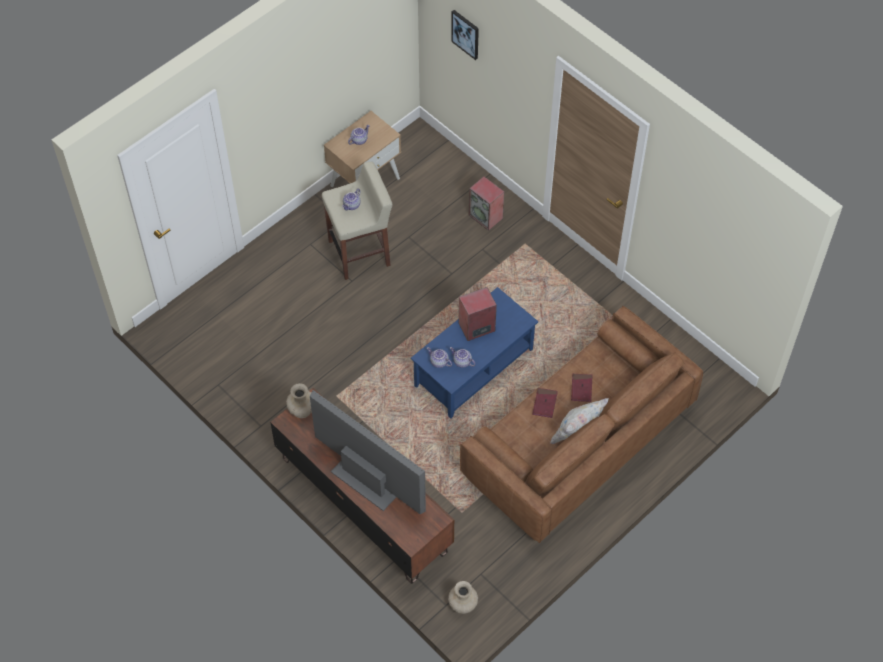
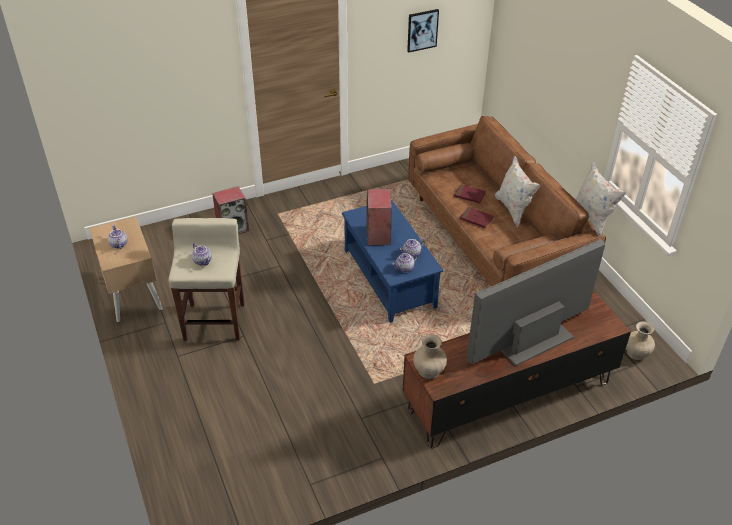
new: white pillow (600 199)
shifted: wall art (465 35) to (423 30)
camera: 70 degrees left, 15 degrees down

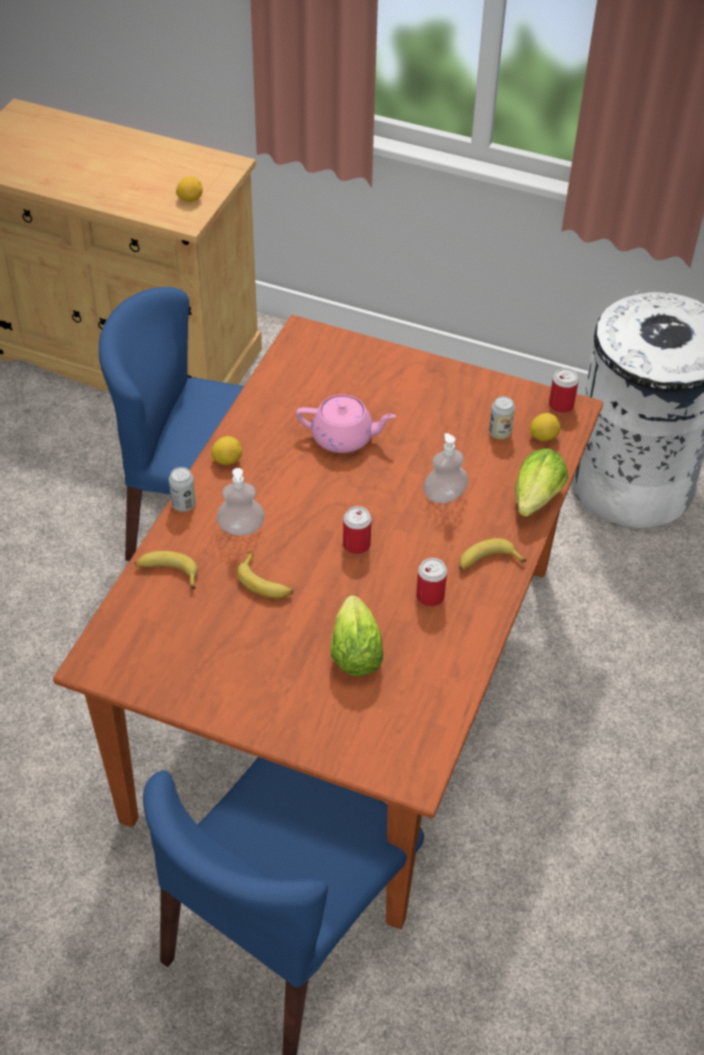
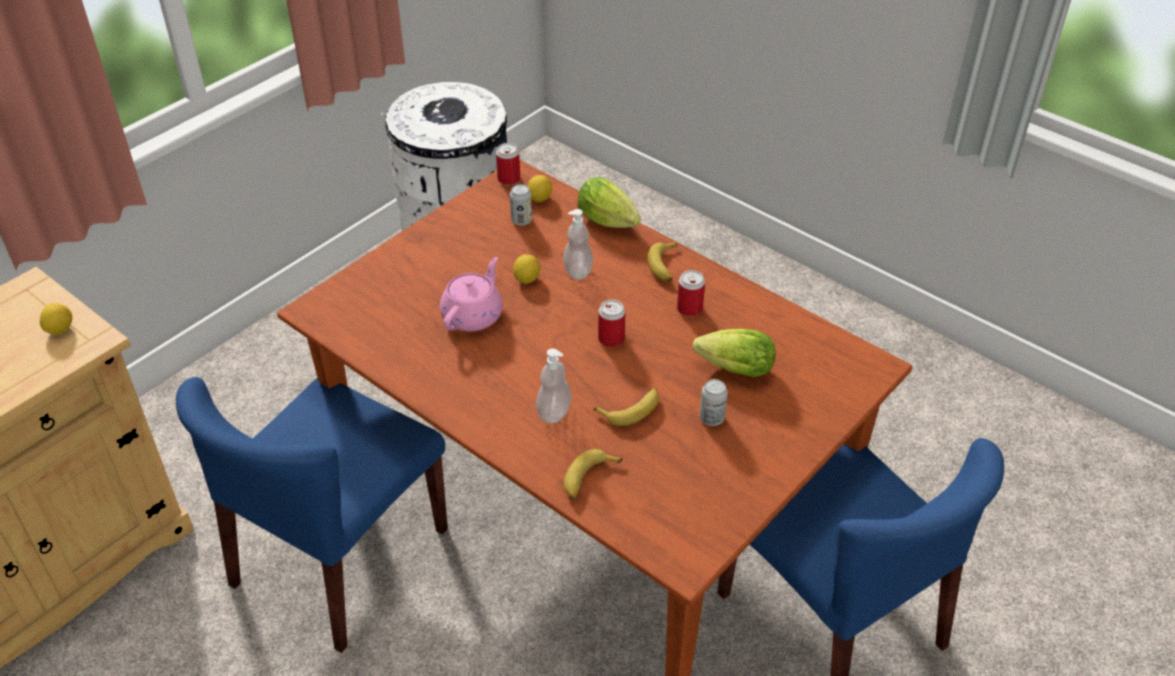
shifted: lemon (226 450) to (526 269); sealed can (182 489) to (714 402)
camera: 70 degrees left, 5 degrees down

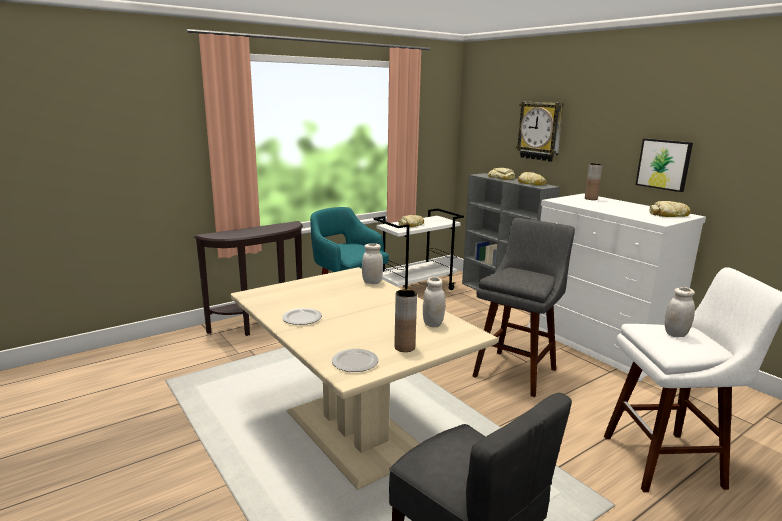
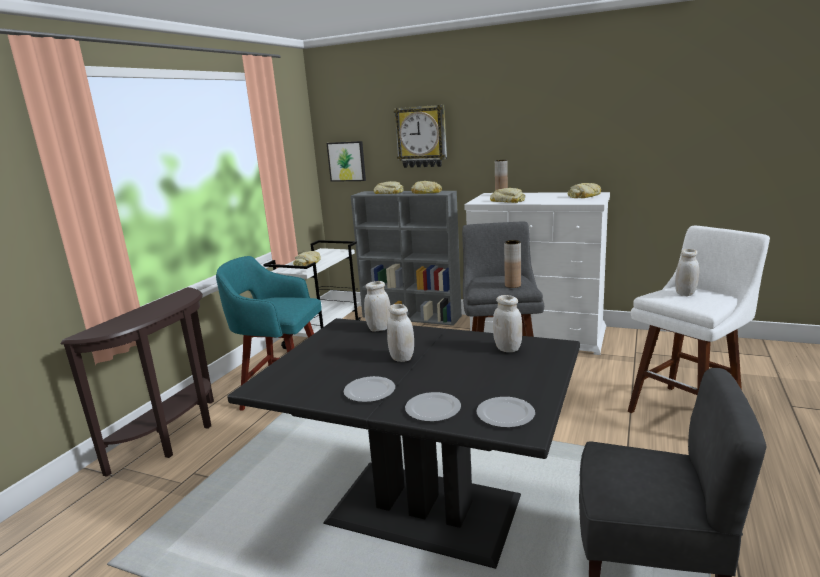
new: white storage jar (400 333); dinner plate (433 407); baked bread (507 195)
shifted: wall art (664 165) to (346 161); brown decorative vase (405 320) to (512 264)
repainted: beige-coloured kitchen table (364 378) to black kitchen table (403 443)
camera: 30 degrees left, 0 degrees up

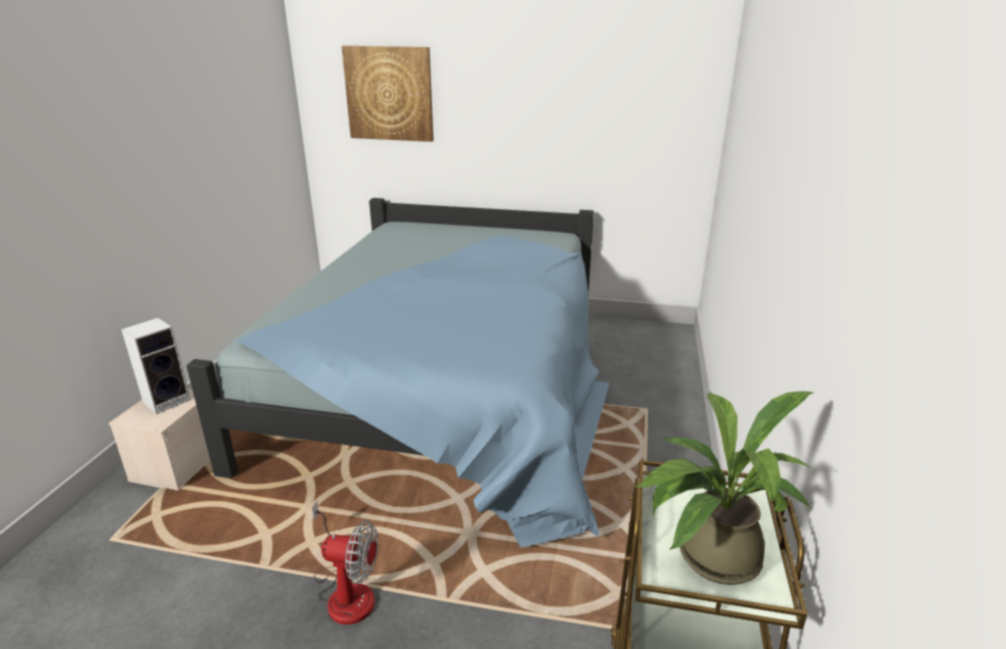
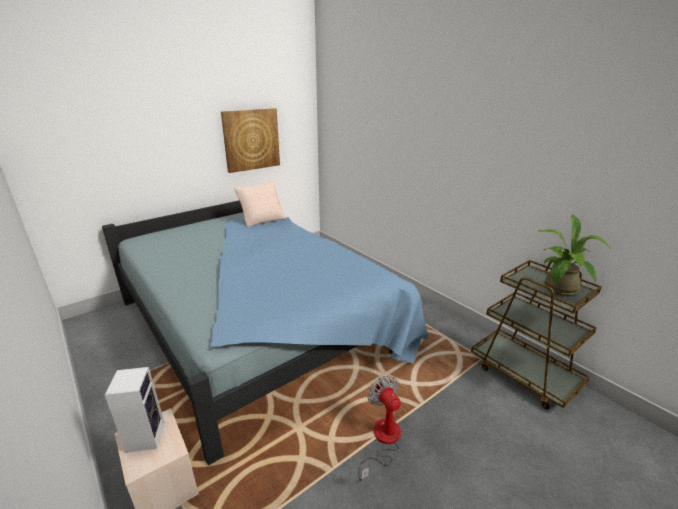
new: beige-coloured pillow (260 204)
shifted: wall art (388 94) to (250 140)
rotated: electric fan (345 563) = (380 428) 75 degrees counterclockwise
camera: 50 degrees left, 0 degrees up

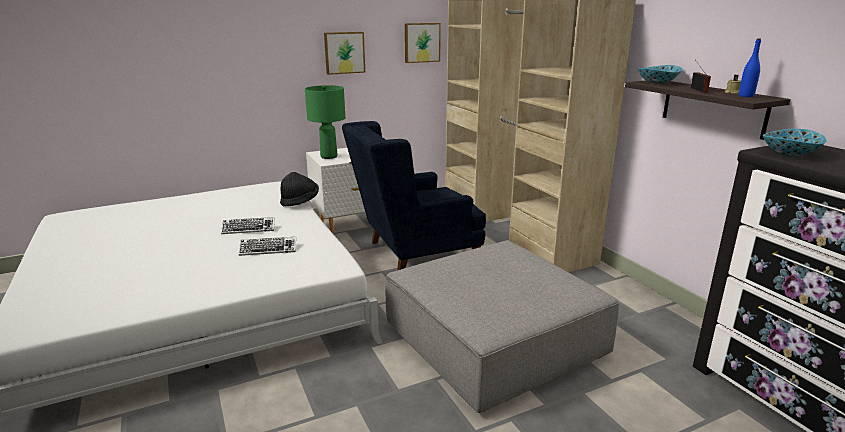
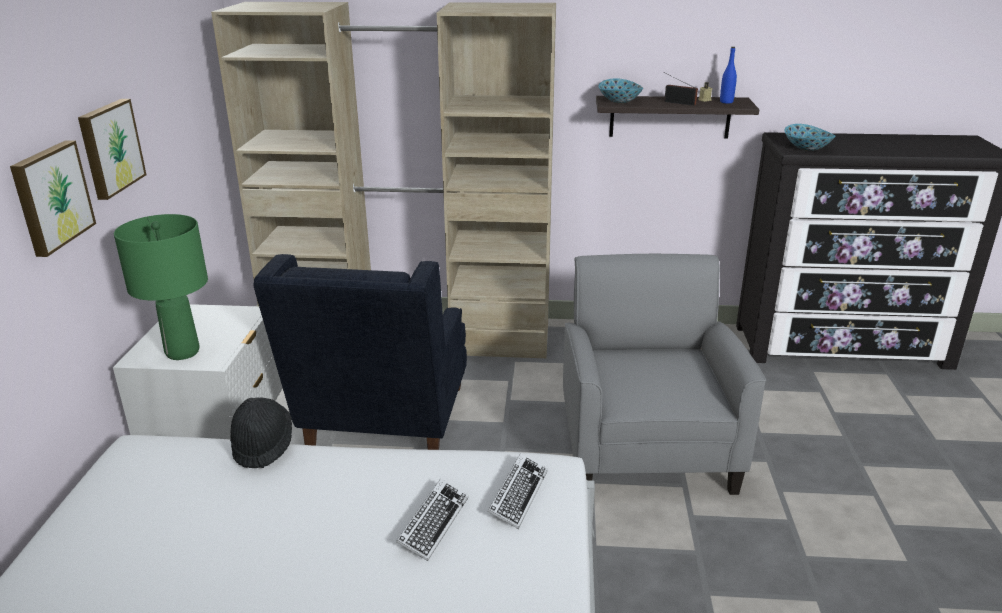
shifted: wall art (423 43) to (53 198); keyboard (248 225) to (518 491)
swapped: grey footrest (502 326) to grey armchair (664 374)
camera: 60 degrees left, 5 degrees up

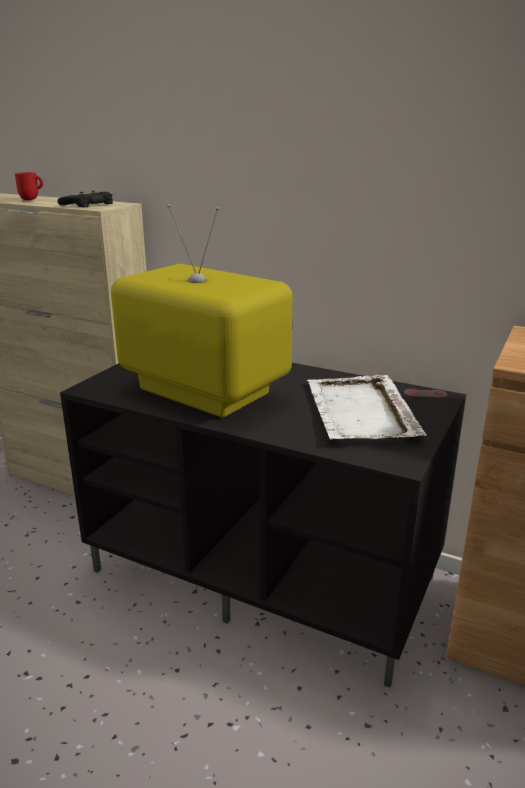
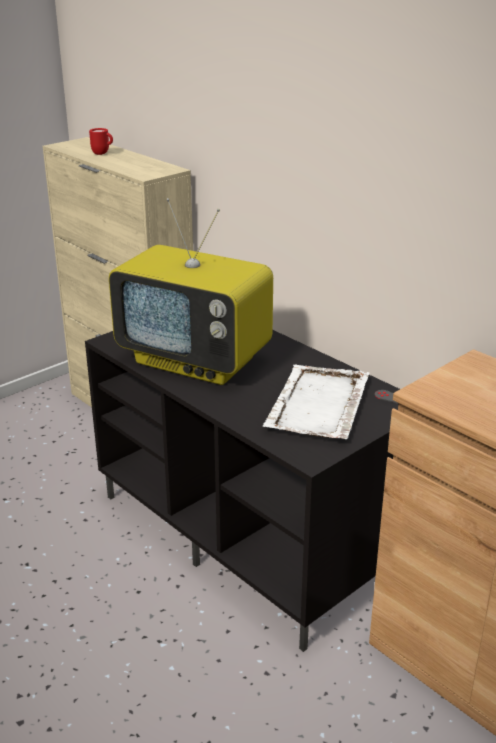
gone: black gamepad (85 199)
rotated: TV set (202 311) = (191 291) 150 degrees clockwise
camera: 20 degrees right, 5 degrees up

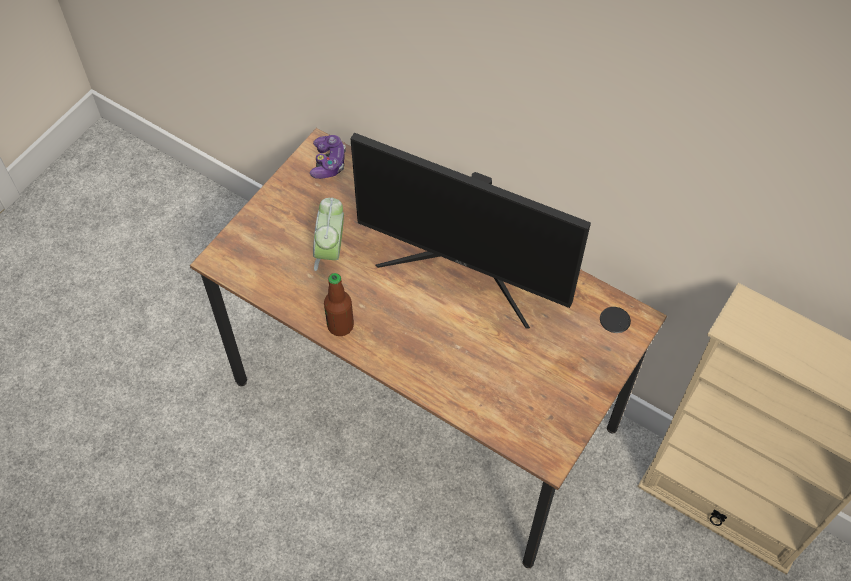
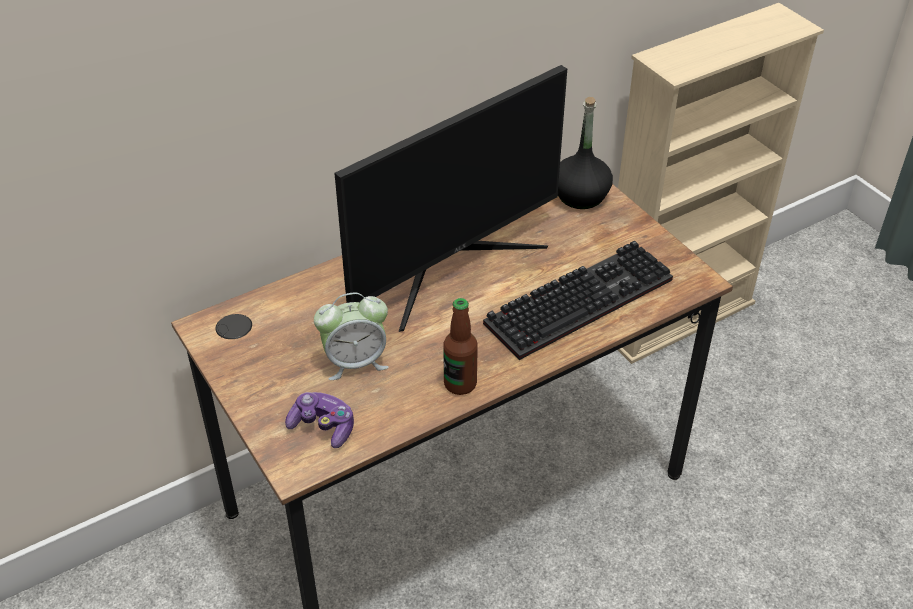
new: keyboard (578 300); black beverage bottle (585 153)
shifted: gamepad (328 157) to (319 420)
rotated: bedside clock (328 234) = (351 336) 45 degrees counterclockwise
camera: 65 degrees left, 15 degrees down

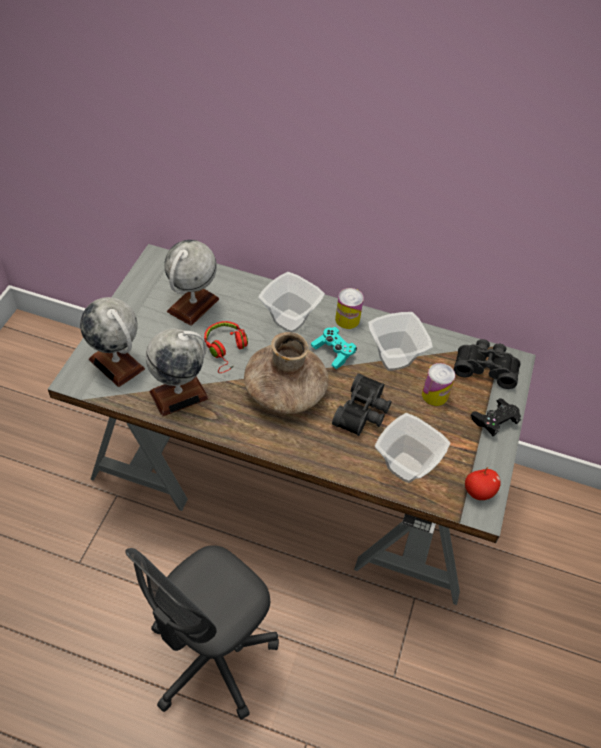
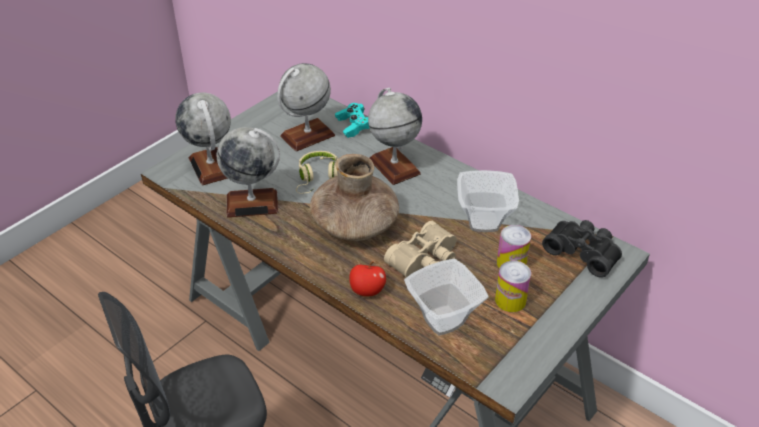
gone: black gamepad (496 417)
shifted: blue-green gamepad (334 348) to (352 120); apple (483 483) to (367 278); sealed can (349 308) to (513 286)
swapped: deep dish (291 302) to desk globe (395 136)
repainted: red headphones (226 347) to beige-coloured headphones (317 172); black field glasses (362 404) to beige-coloured field glasses (420 249)
camera: 25 degrees right, 10 degrees down

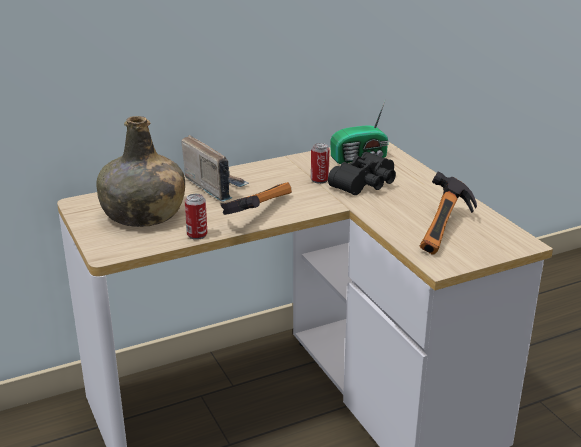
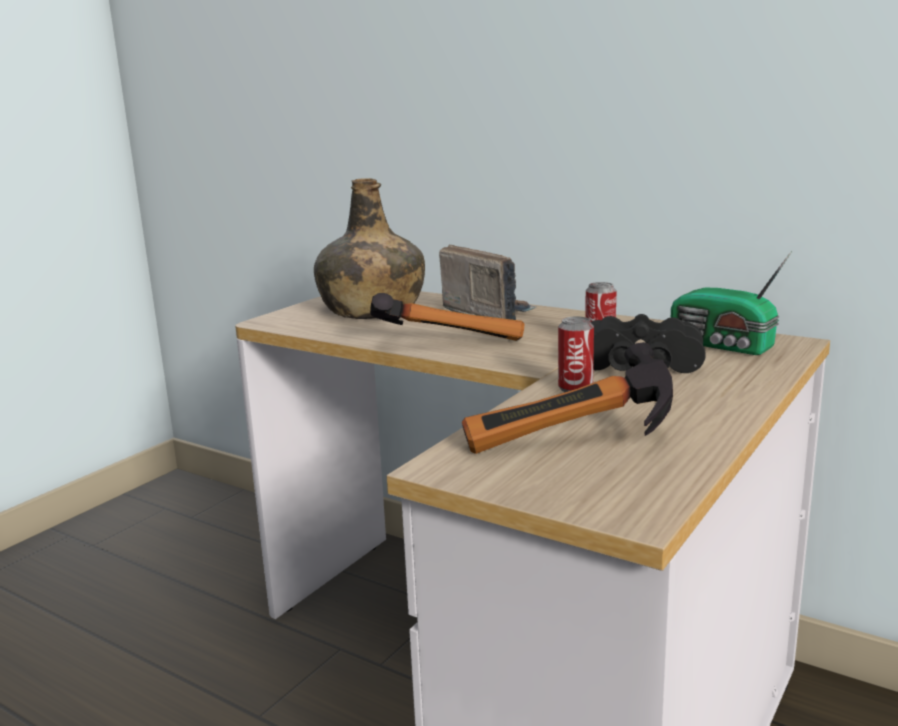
shifted: sealed can (196 217) to (576 354)
rotated: radio (215 168) = (488 282) 60 degrees counterclockwise
camera: 60 degrees right, 10 degrees down

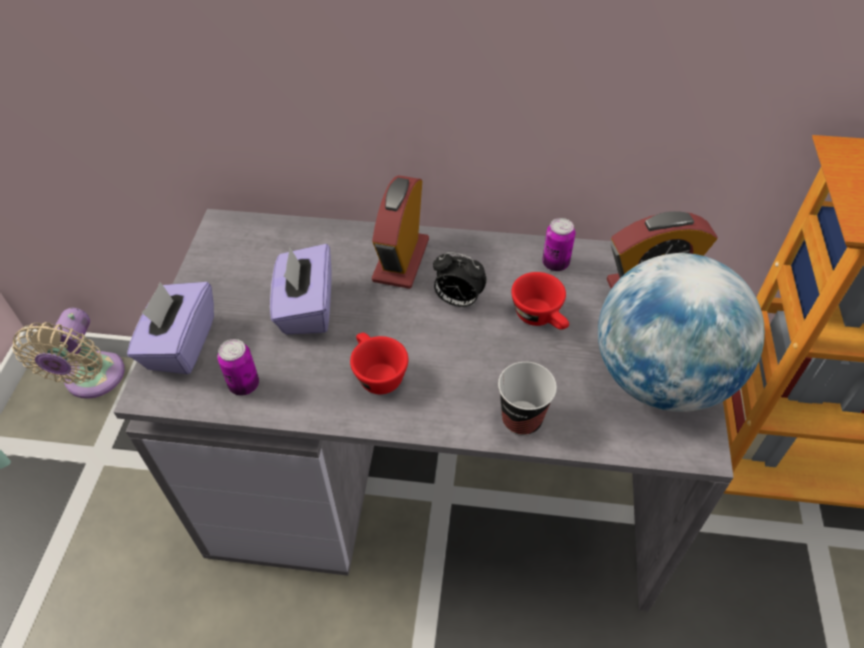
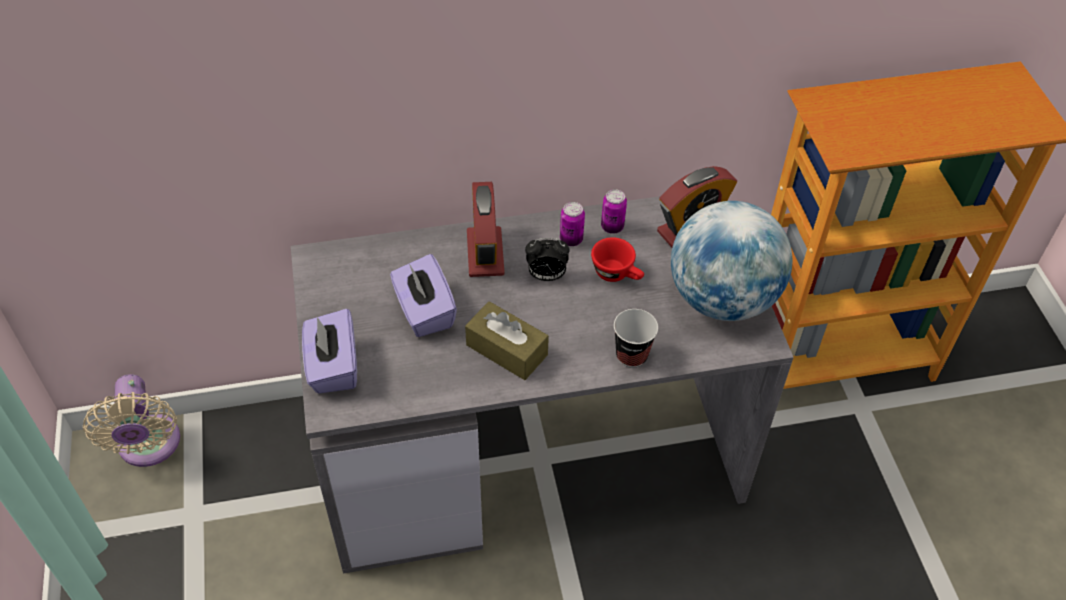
shifted: sealed can (238 367) to (572 224)
swapped: red drinking cup (379 363) to brown tissue box (507 340)
camera: 20 degrees left, 0 degrees up

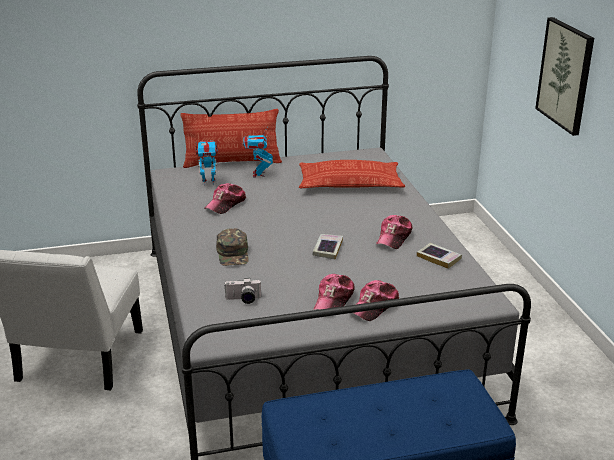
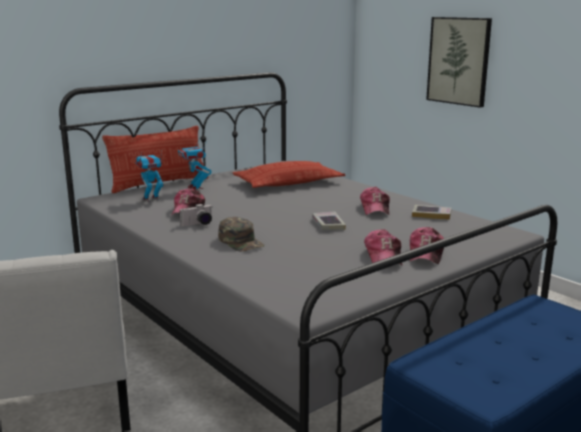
shifted: photo camera (243 291) to (195 215)
camera: 25 degrees left, 10 degrees down

